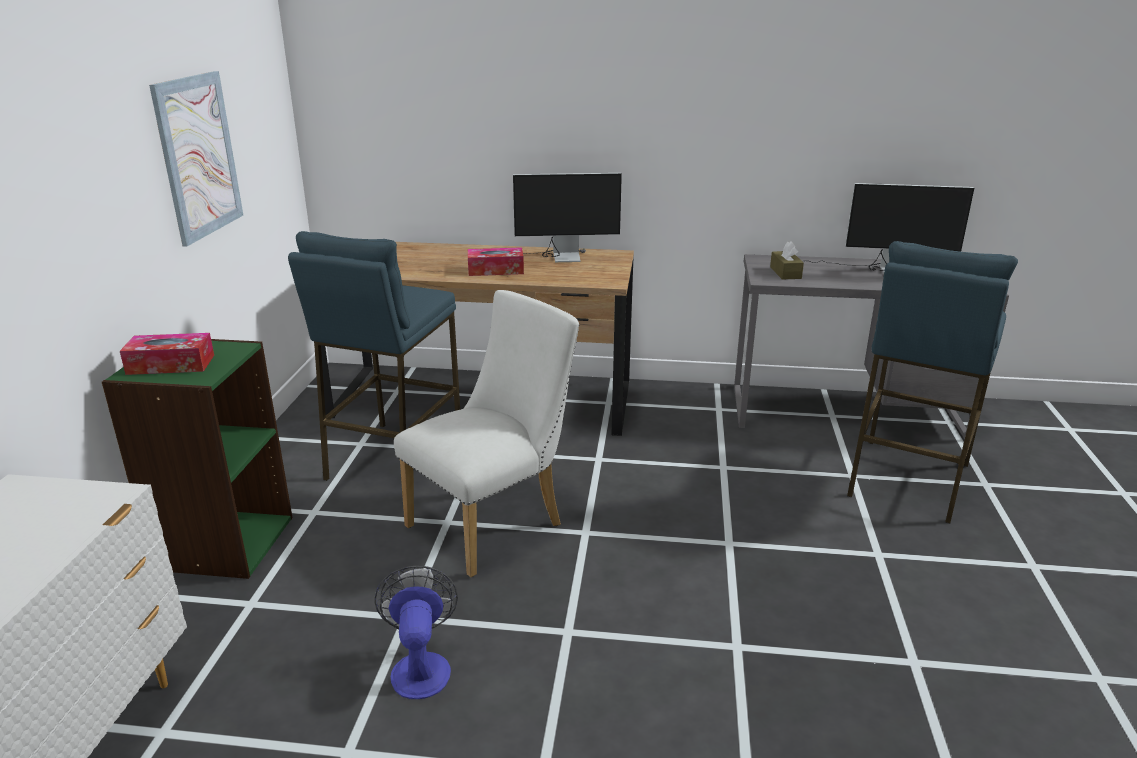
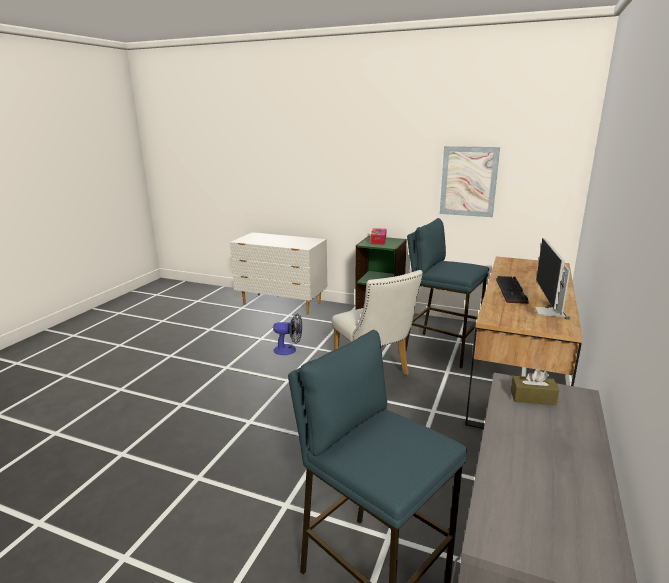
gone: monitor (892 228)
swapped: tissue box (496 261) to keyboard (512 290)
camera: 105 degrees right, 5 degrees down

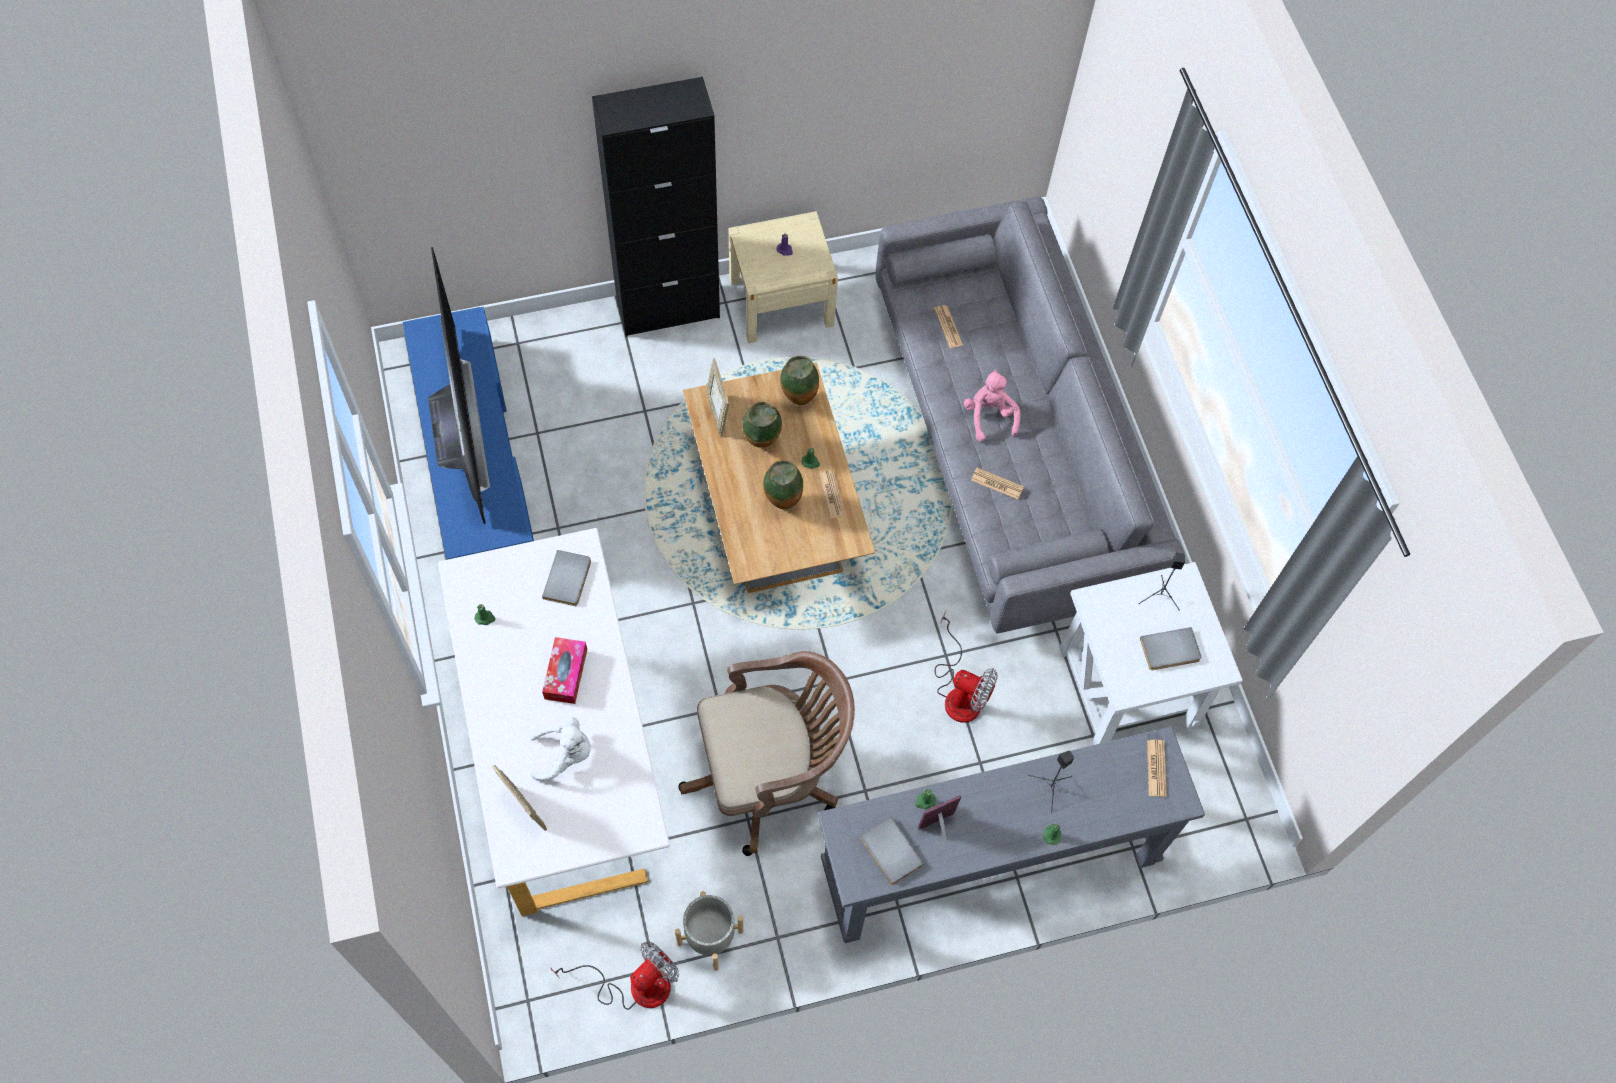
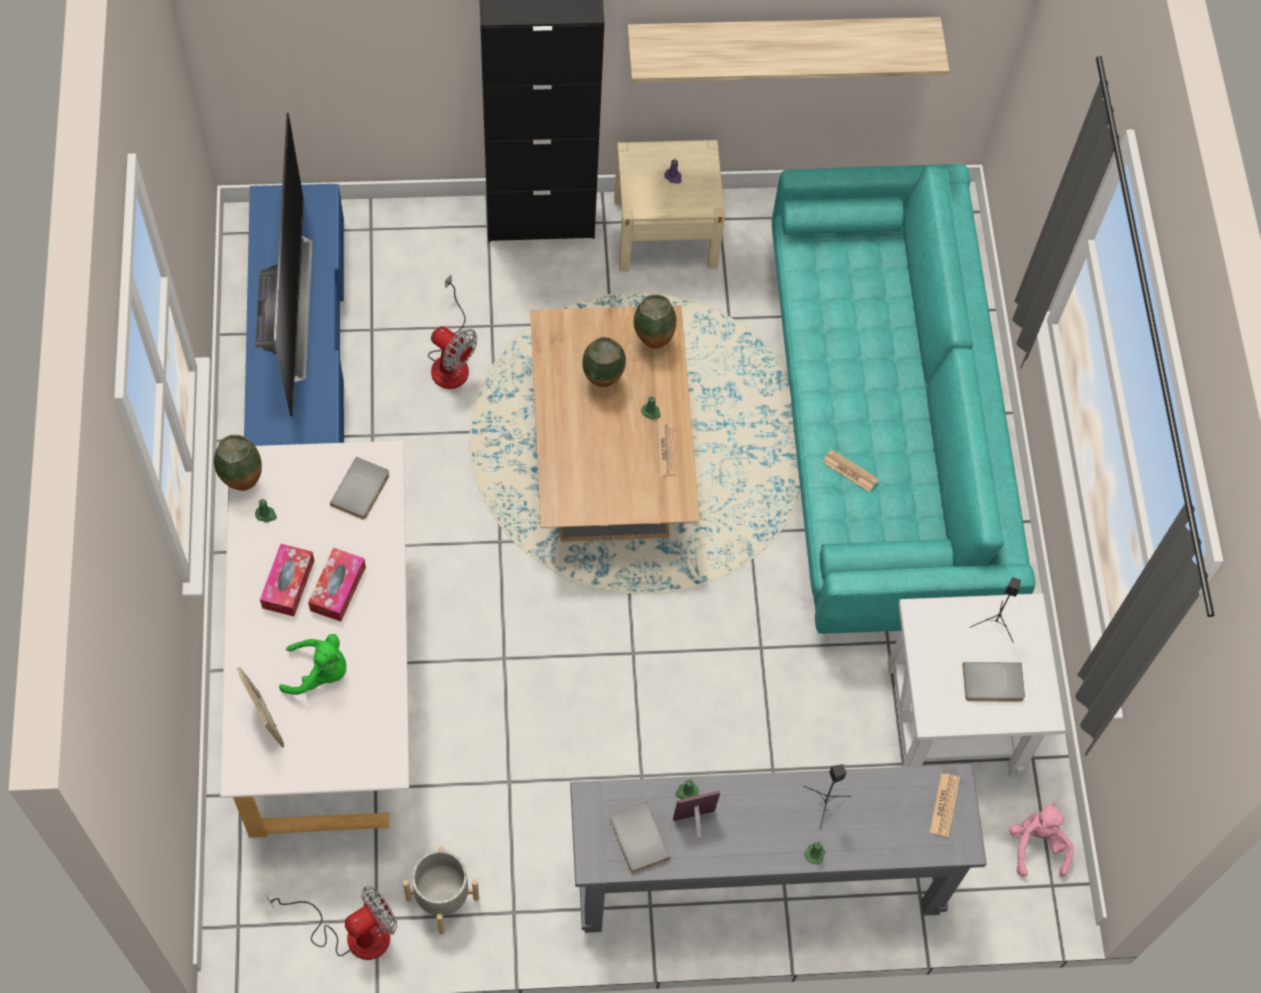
gone: brown computer chair (766 753); standing frame (718 397); newspaper (948 326)
new: tissue box (287 580); shelf (788 50)
shifted: decorative vase (783 484) to (238 463); electric fan (966 666) to (452 331); pinkish soft toy (992 406) to (1041 839)
repainted: white soft toy (560 748) to greenish soft toy (313 664); grey couch (1030 415) to blue-green couch (903 399)
camera: 10 degrees right, 0 degrees up

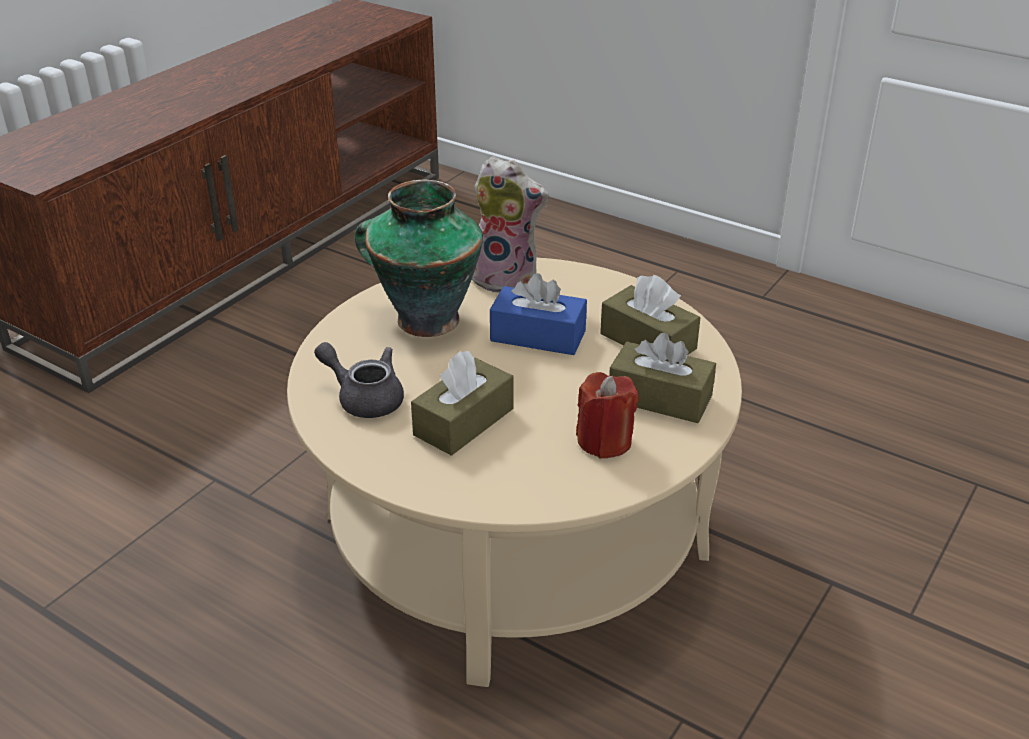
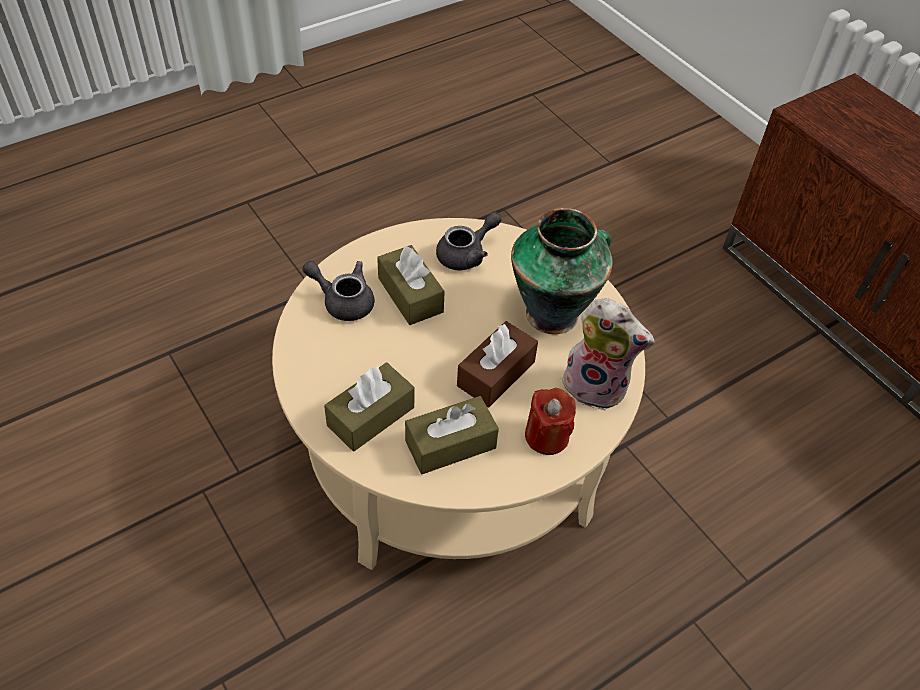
new: grey teapot (338 291)
shifted: red candle (607 415) to (550 421)
repainted: blue tissue box (538 314) to brown tissue box (497 364)
rotated: soft toy (510 224) = (607 354) 105 degrees counterclockwise
camera: 110 degrees right, 15 degrees up

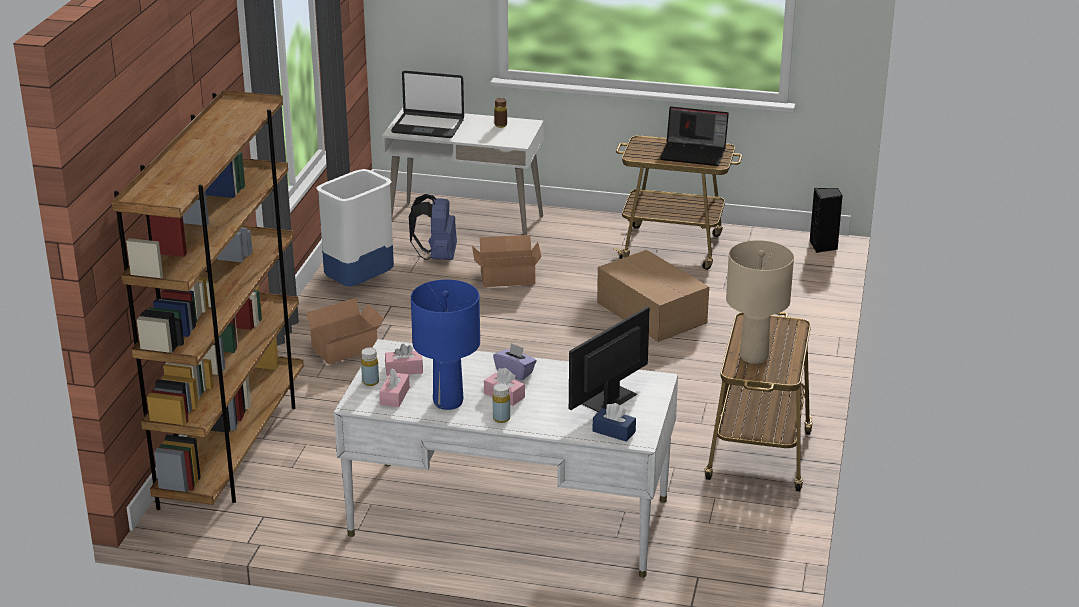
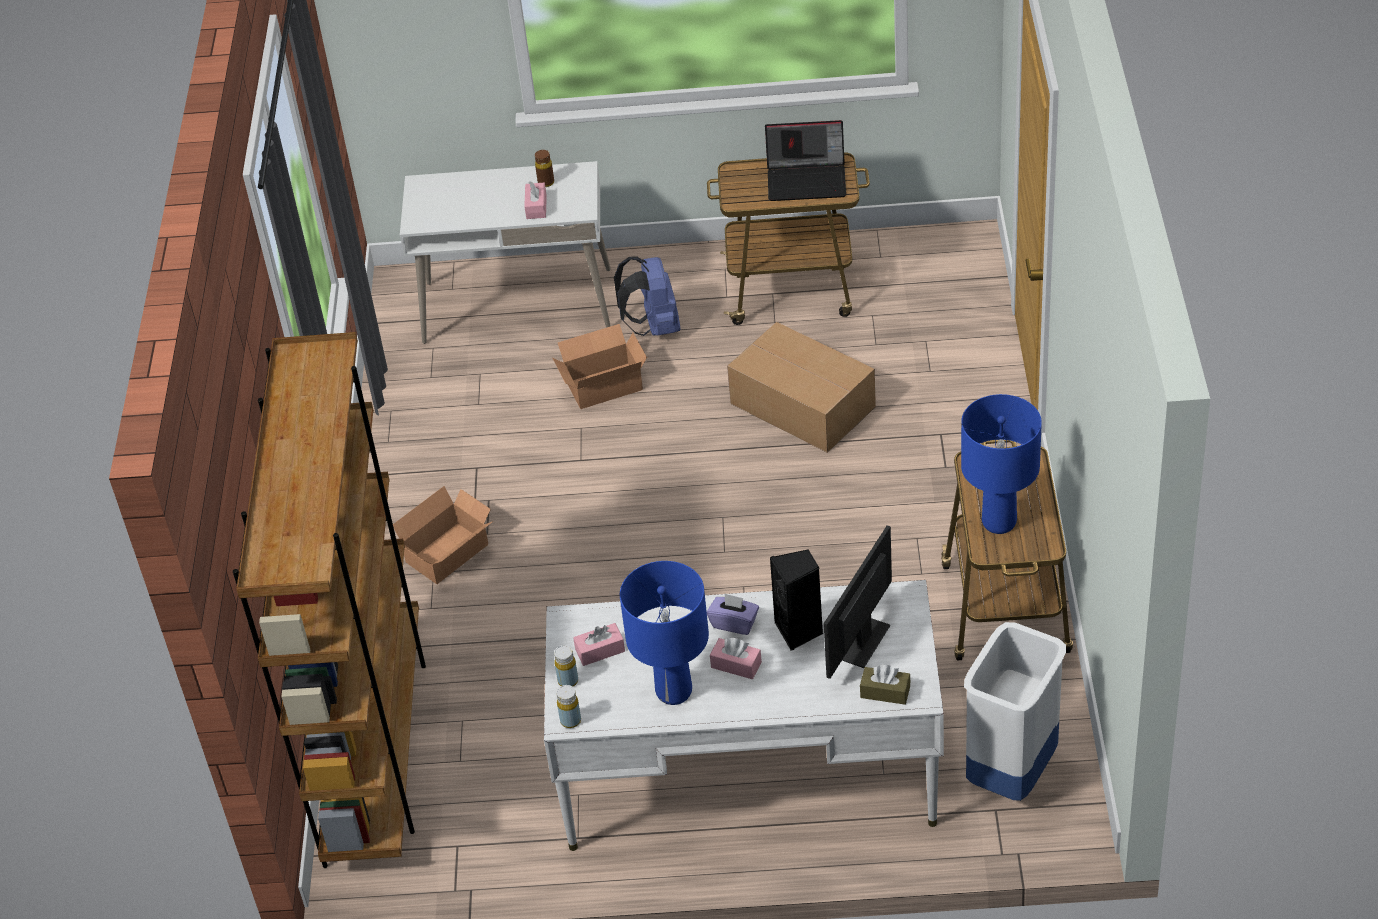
gone: notebook computer (427 104)
shifted: pinkish tissue box (394 388) to (535 200); yellowish beverage bottle (501 403) to (569 706); blue rucksack (433 227) to (647 296); black speaker (826 220) to (796 600); white trash can (355 228) to (1015 711)
repainted: blue tissue box (614 422) to brown tissue box (885 685); beige-coloured table lamp (760 302) to blue table lamp (1001 464)
camera: 10 degrees left, 15 degrees up

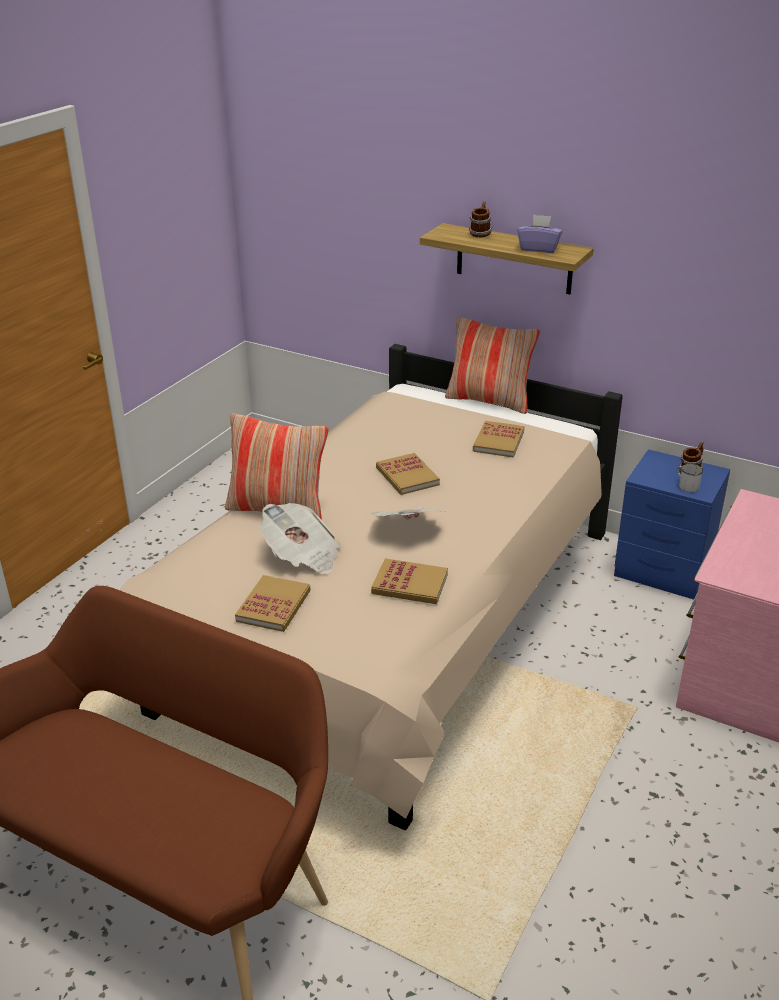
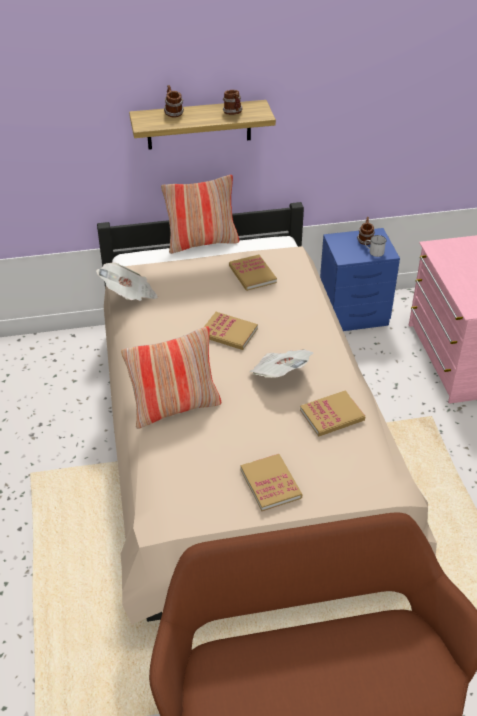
shifted: newspaper (300 538) to (127 282)
swapped: purple tissue box (540 233) to mug (233 102)
camera: 40 degrees left, 10 degrees up

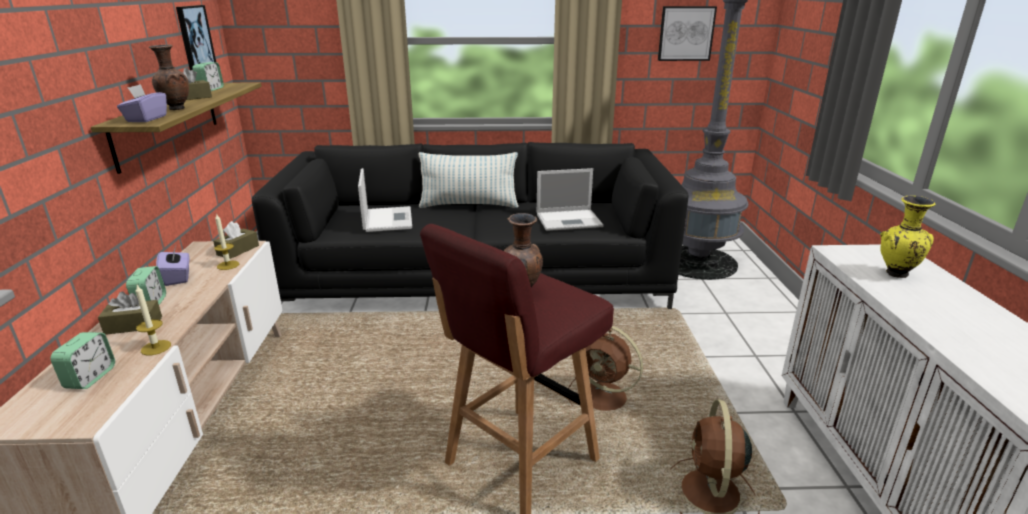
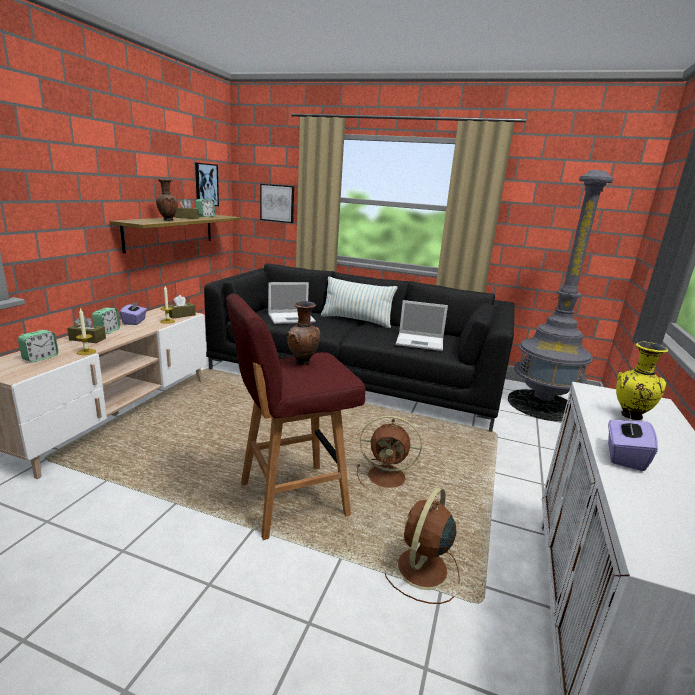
shifted: wall art (687 33) to (277 203); purple tissue box (142 103) to (633 443)
rotated: notebook computer (385 200) = (292 303) 60 degrees clockwise; brown electric fan (605 368) = (389 452) 45 degrees counterclockwise
camera: 20 degrees right, 5 degrees down

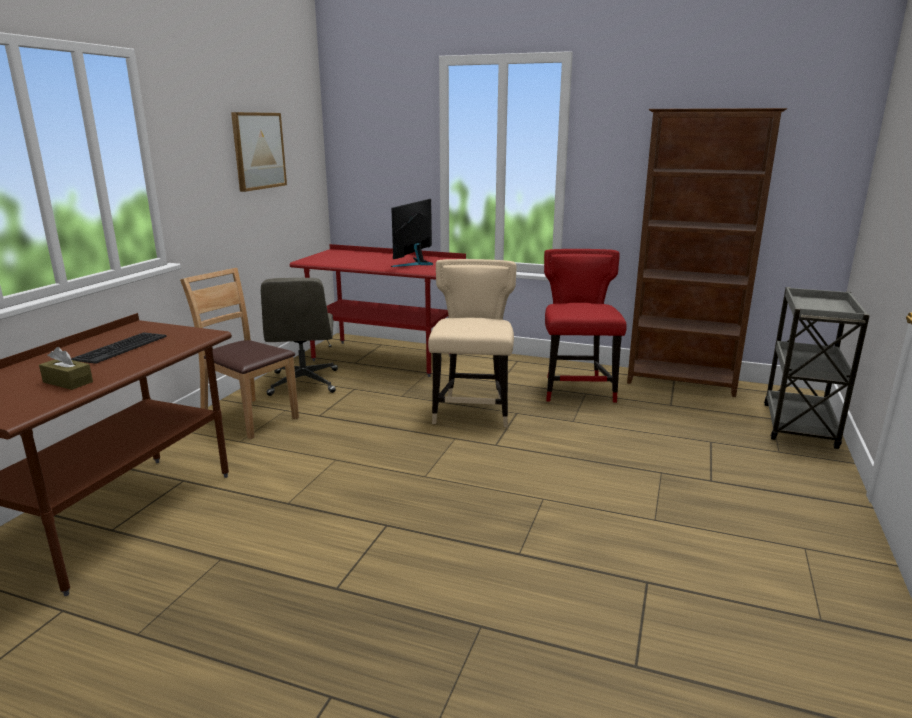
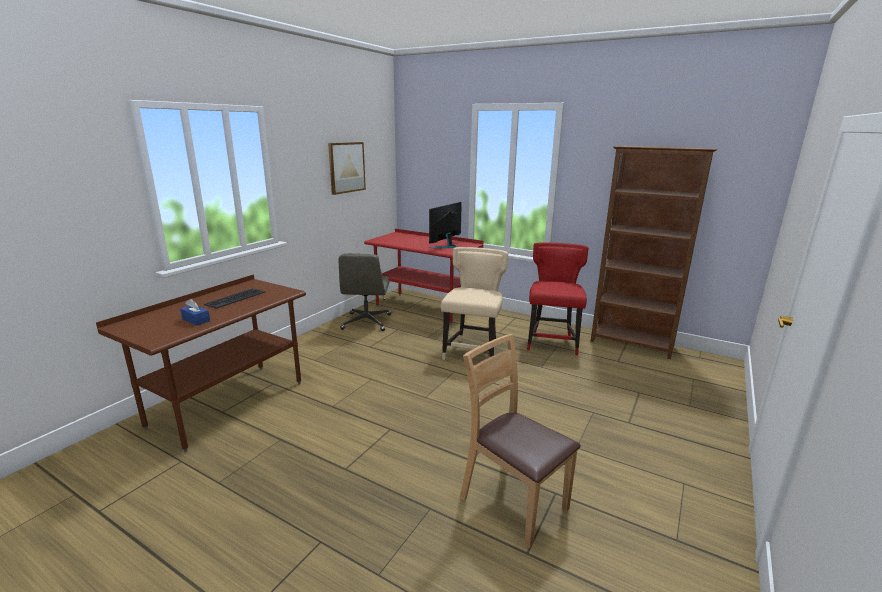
gone: grey trolley (817 368)
shifted: brown chair (239 354) to (520 441)
repainted: brown tissue box (66 368) to blue tissue box (195 312)
camera: 10 degrees right, 0 degrees up

